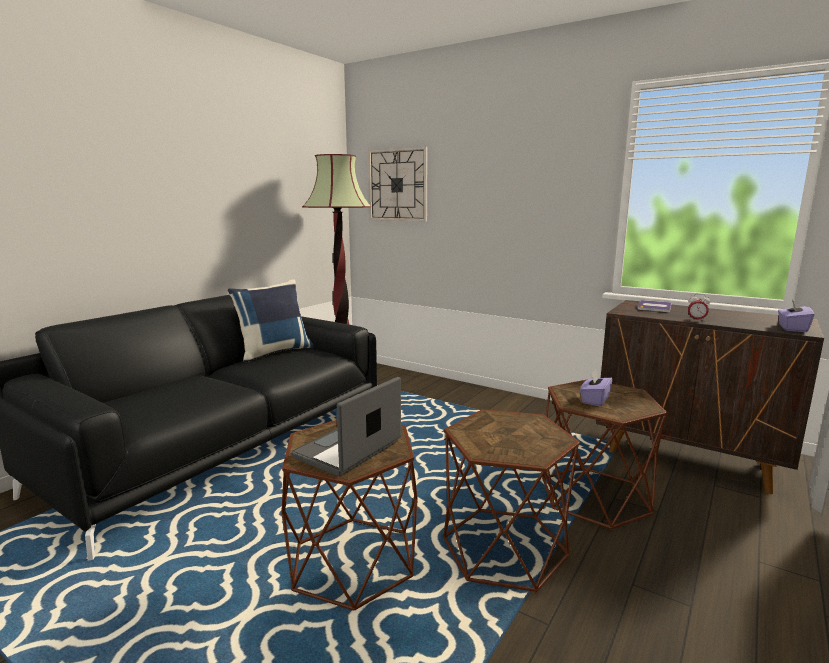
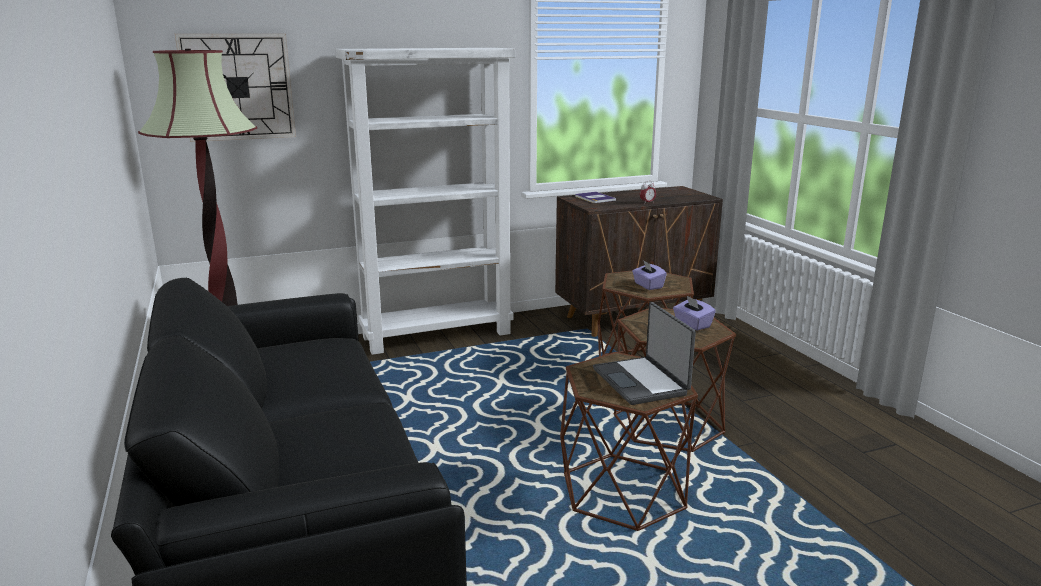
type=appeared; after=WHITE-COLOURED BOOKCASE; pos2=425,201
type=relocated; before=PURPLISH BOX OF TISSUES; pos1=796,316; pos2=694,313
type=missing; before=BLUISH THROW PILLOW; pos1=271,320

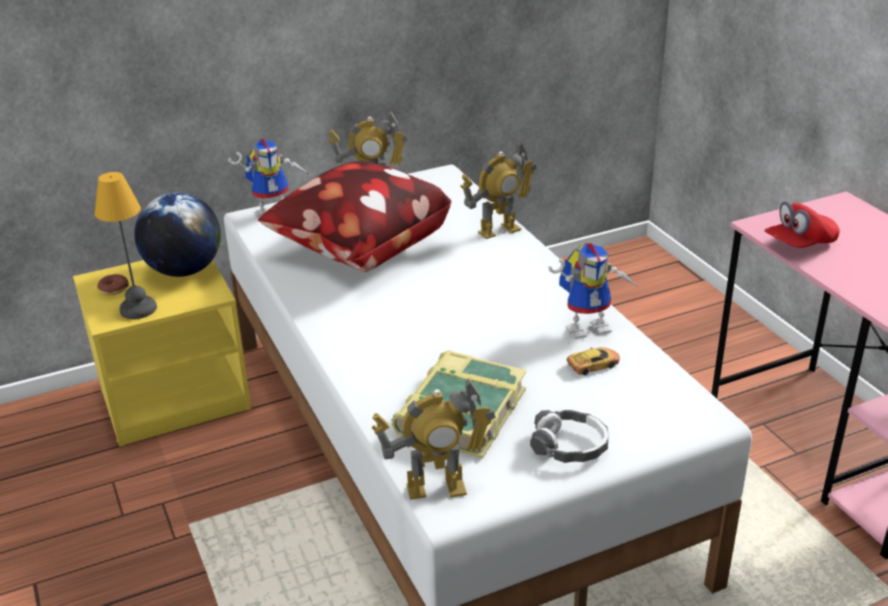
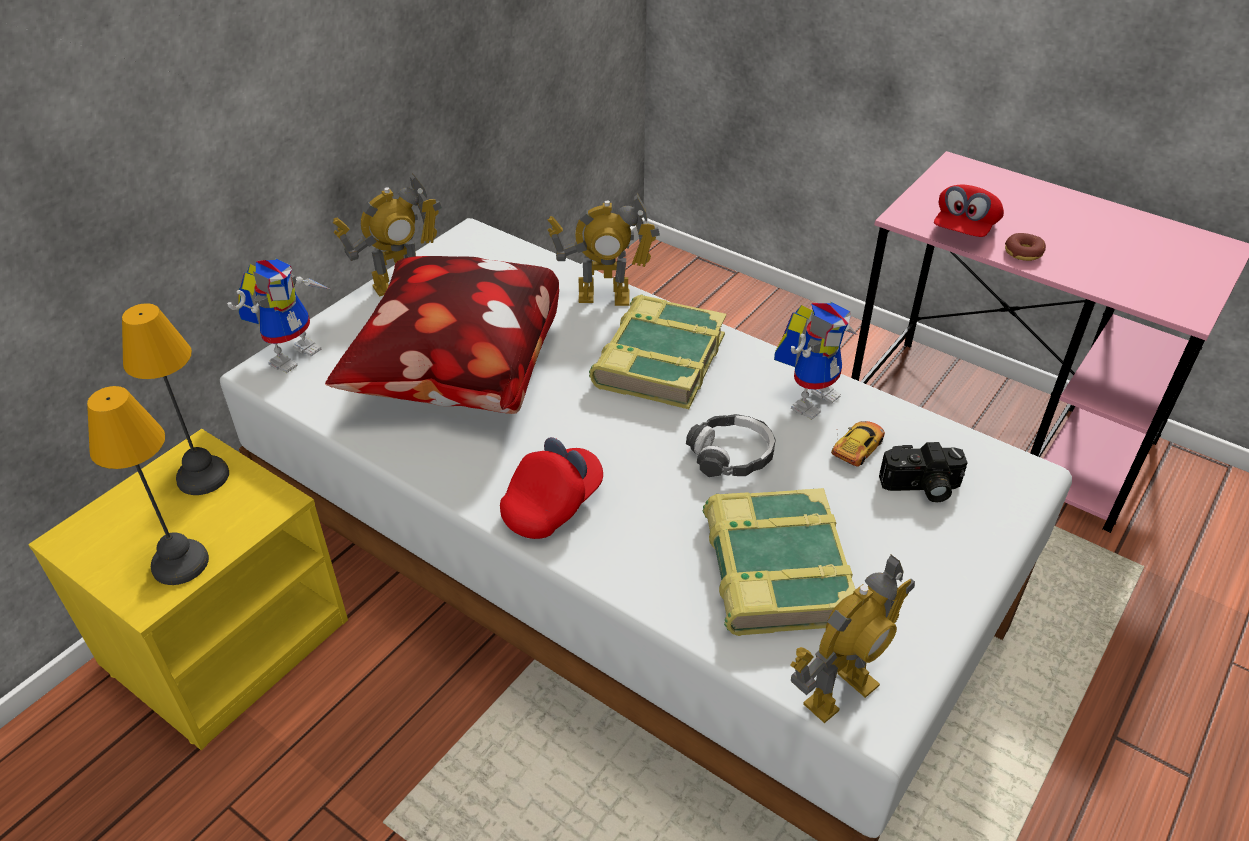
type=exchanged; before=GLOBE; after=LAMP FOR A TABLE; pos1=177,235; pos2=175,399
type=appeared; after=RED CAP; pos2=551,488
type=spun; before=MODEL ROBOT; pos1=498,190; pos2=604,249; turn=60
type=appeared; after=BOOK; pos2=658,352
type=relocated; before=HEADPHONES; pos1=569,436; pos2=731,445
type=appeared; after=PHOTO CAMERA; pos2=923,472
type=relocated; before=DOUGHNUT; pos1=113,284; pos2=1025,247

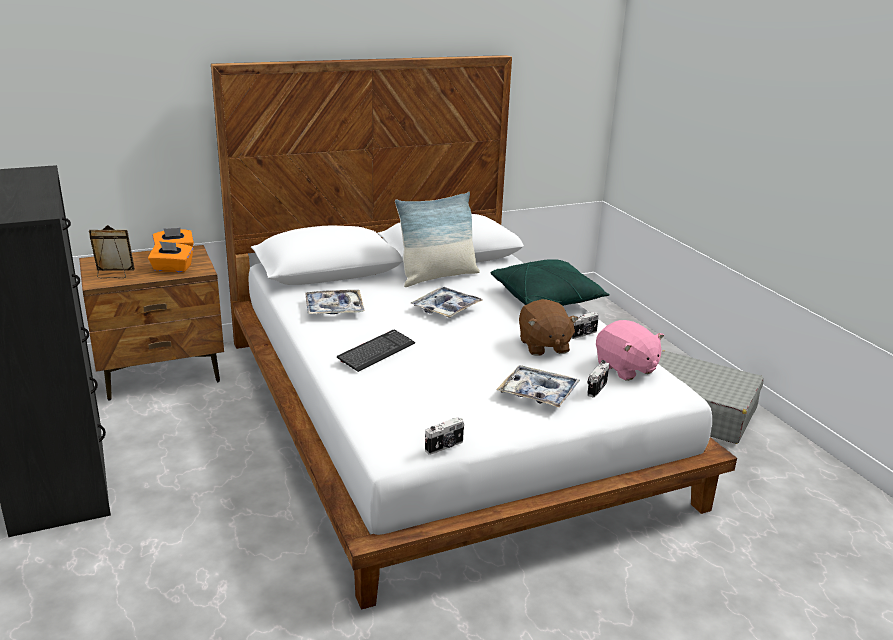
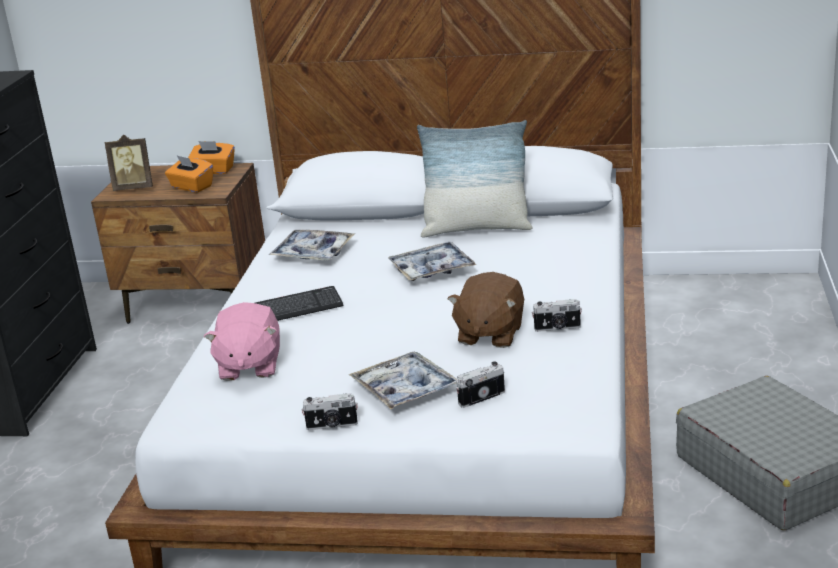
type=spun; before=PHOTO FRAME; pos1=112,251; pos2=129,163; turn=150
type=relocated; before=PINK-COLOURED CUDDLY TOY; pos1=630,350; pos2=242,341
type=relocated; before=PHOTO CAMERA; pos1=444,436; pos2=330,411
type=missing; before=GREENISH THROW PILLOW; pos1=550,282

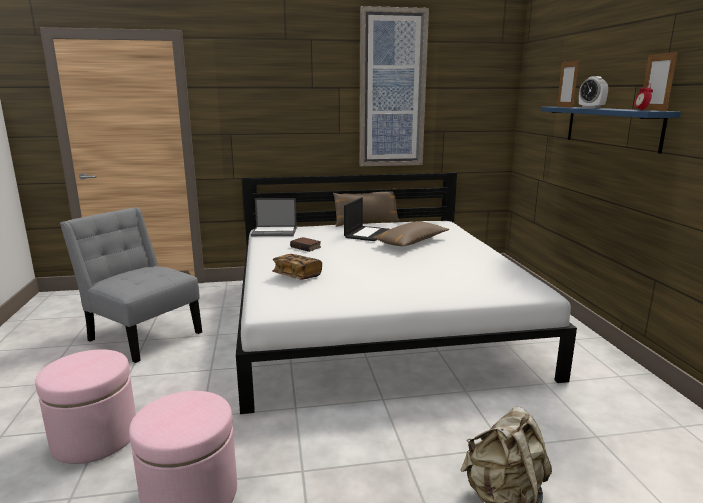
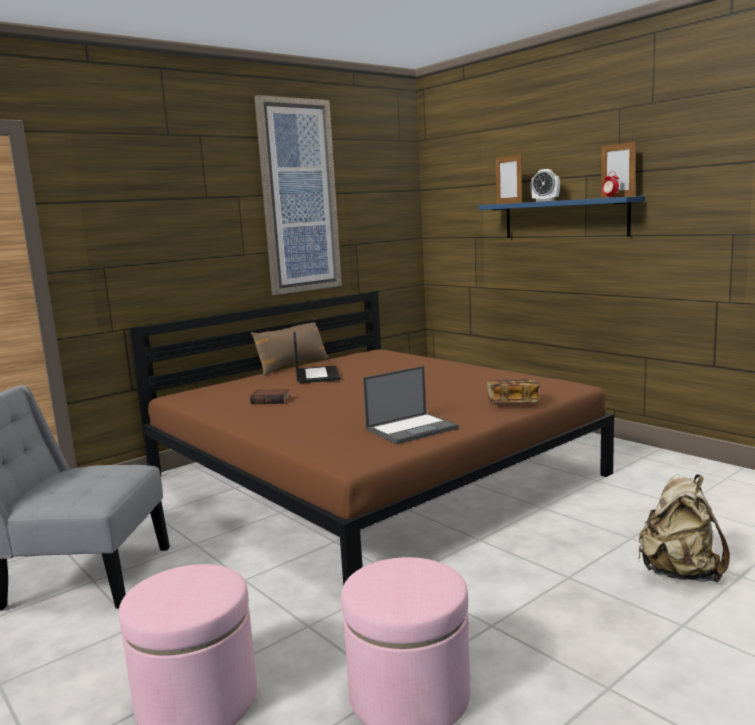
type=colour; before=WHITE-COLOURED SLEEPING BED; after=BROWN-COLOURED SLEEPING BED; pos1=406,293; pos2=371,438
type=relocated; before=PORTABLE COMPUTER; pos1=274,217; pos2=411,405
type=relocated; before=BOOK; pos1=297,267; pos2=513,391
type=missing; before=BROWN-COLOURED THROW PILLOW; pos1=410,233

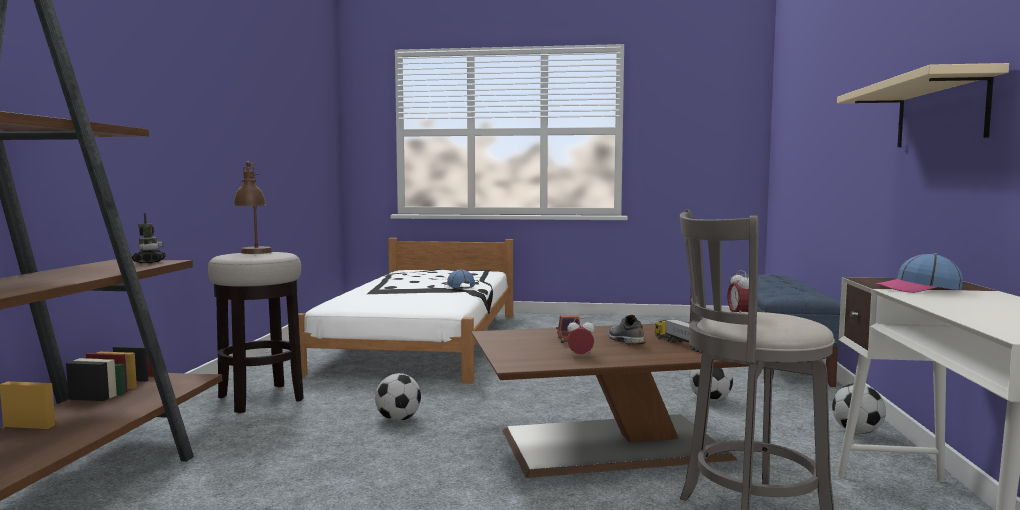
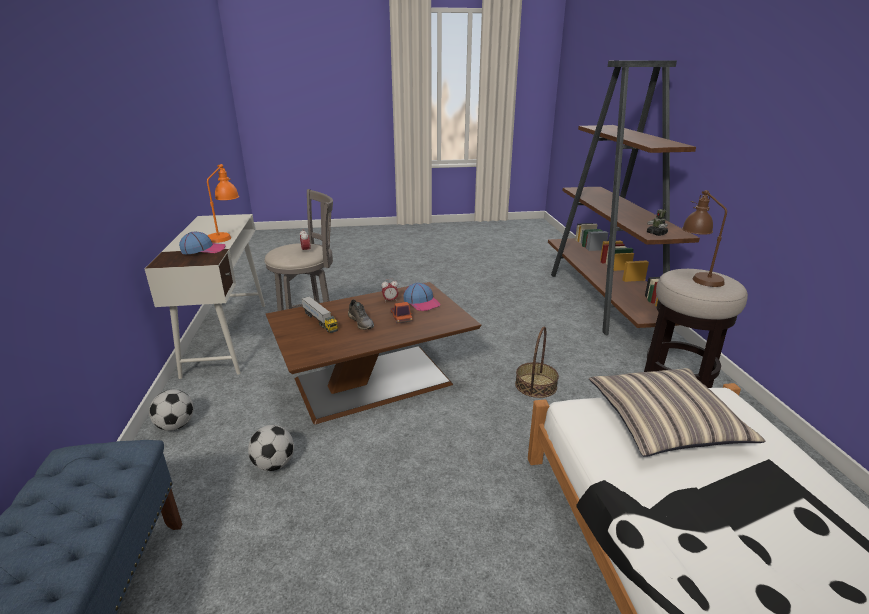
type=appeared; after=ORANGE LAMP FOR A TABLE; pos2=223,203
type=relocated; before=CAP; pos1=459,279; pos2=422,297
type=exchanged; before=BALL FOR FOOTBALL; after=BASKET; pos1=398,397; pos2=537,362
type=appeared; after=THROW PILLOW; pos2=677,412
type=missing; before=BEIGE-COLOURED SHELF; pos1=923,105

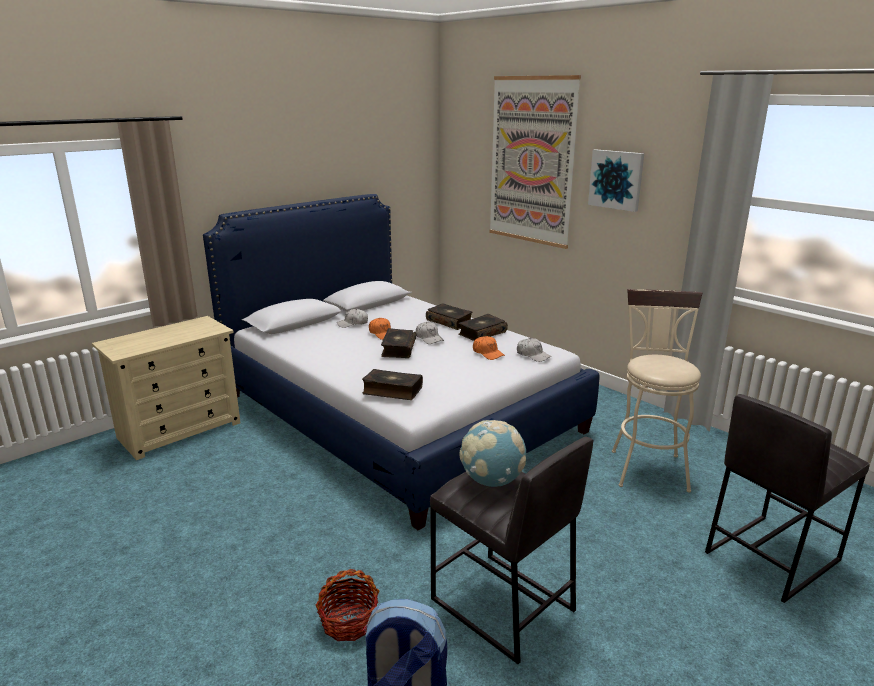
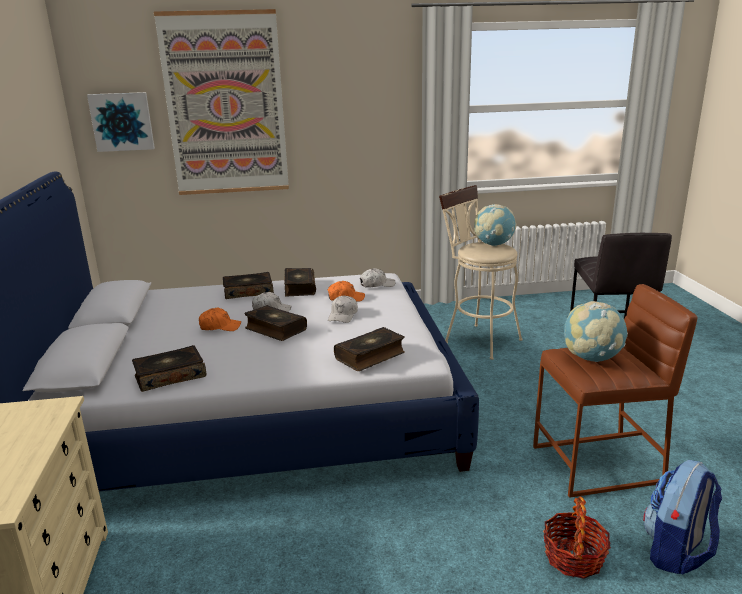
type=relocated; before=WALL PICTURE; pos1=616,180; pos2=121,122
type=appeared; after=BOOK; pos2=169,368
type=relocated; before=WHITE-COLOURED CAP; pos1=352,318; pos2=343,309
type=appeared; after=GLOBE; pos2=495,225
type=colour; before=GREY STOOL SEAT; after=BROWN-COLOURED STOOL SEAT; pos1=511,550; pos2=615,391

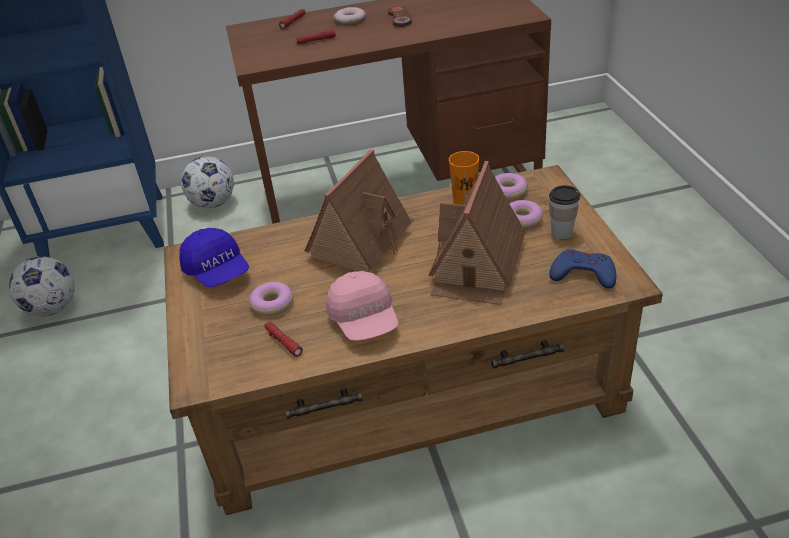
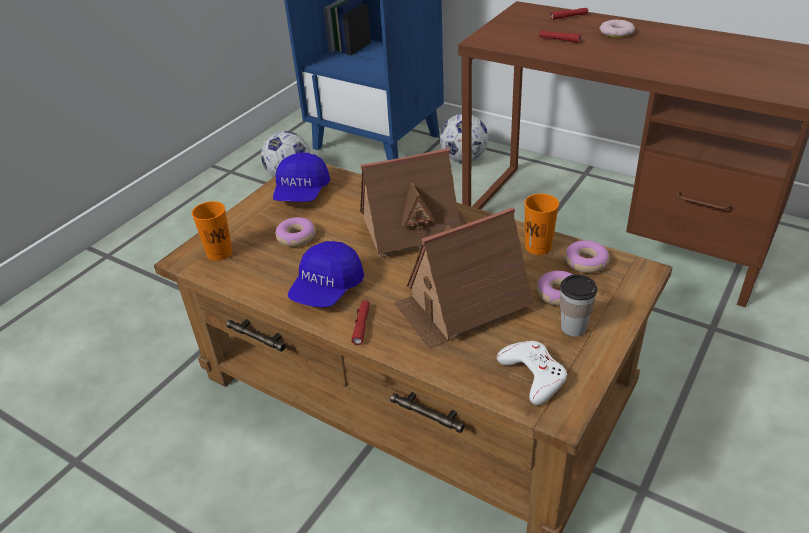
type=appeared; after=ORANGE DRINKING CUP; pos2=212,231
type=colour; before=PINK-COLOURED CAP; after=BLUISH CAP; pos1=362,306; pos2=326,274
type=relocated; before=RED FLASHLIGHT; pos1=284,339; pos2=361,322
type=colour; before=BLUISH GAME CONTROLLER; after=WHITE-COLOURED GAME CONTROLLER; pos1=582,268; pos2=532,373
type=missing; before=BROWN-COLOURED GAME CONTROLLER; pos1=400,16

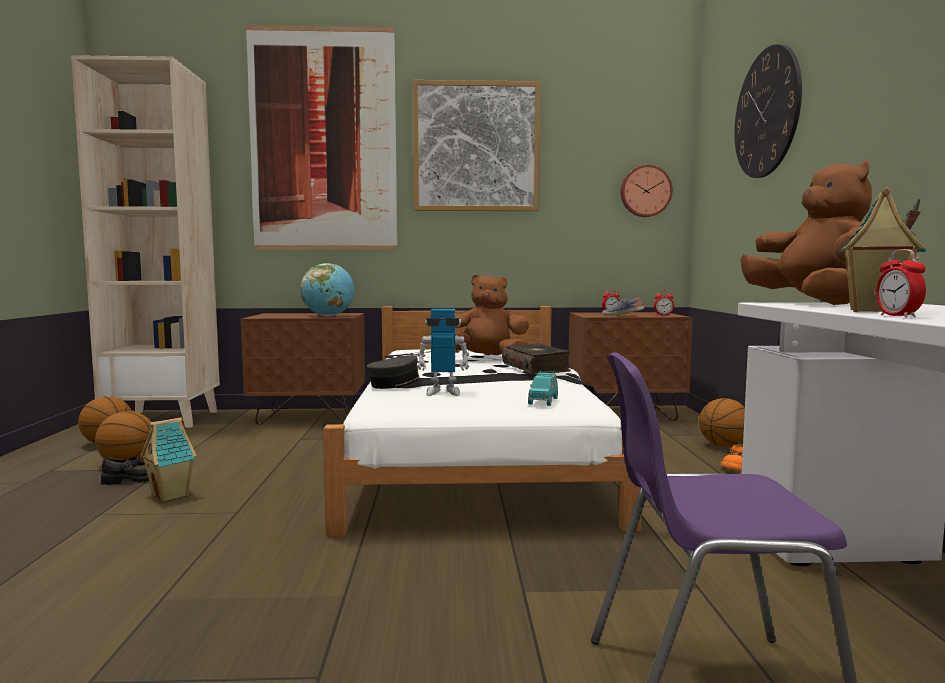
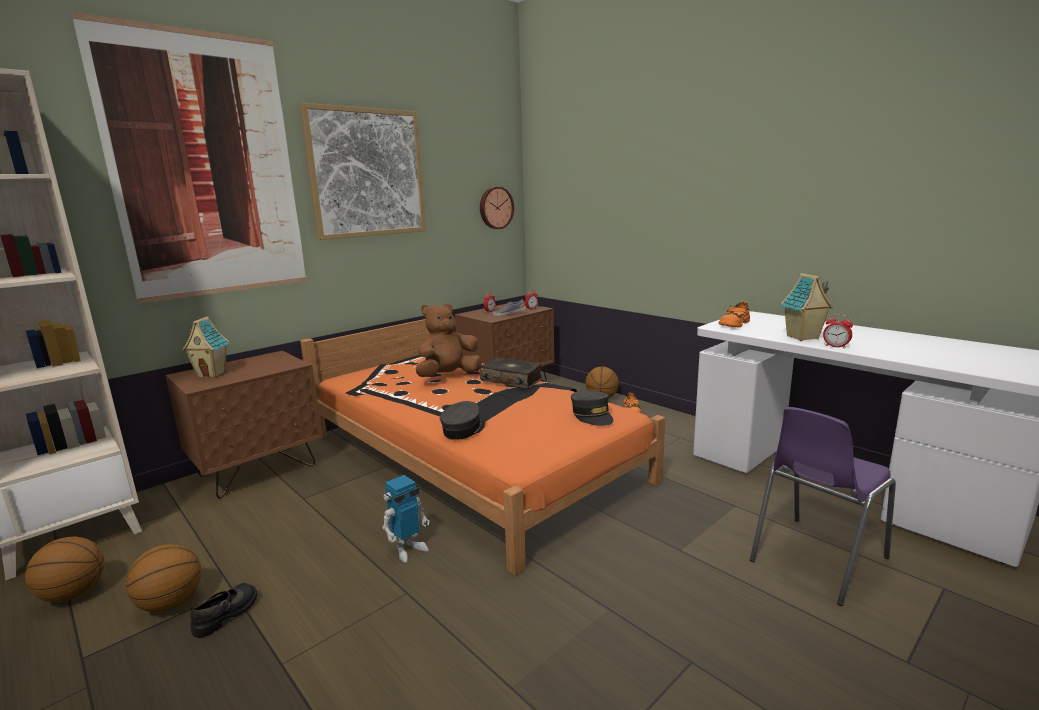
type=relocated; before=MODEL HOUSE; pos1=168,459; pos2=206,347
type=colour; before=WHITE-COLOURED SLEEPING BED; after=ORANGE SLEEPING BED; pos1=482,421; pos2=482,447
type=relocated; before=MODEL ROBOT; pos1=443,352; pos2=406,518
type=exchanged; before=TURQUOISE-COLOURED MINIATURE CAR; after=GREY CAP; pos1=543,388; pos2=592,408
type=exchanged; before=BROWN-COLOURED CUDDLY TOY; after=ORANGE ITEM OF FOOTWEAR; pos1=806,233; pos2=734,314
type=missing; before=GLOBE; pos1=327,290
type=missing; before=CLOCK ON THE WALL; pos1=768,111

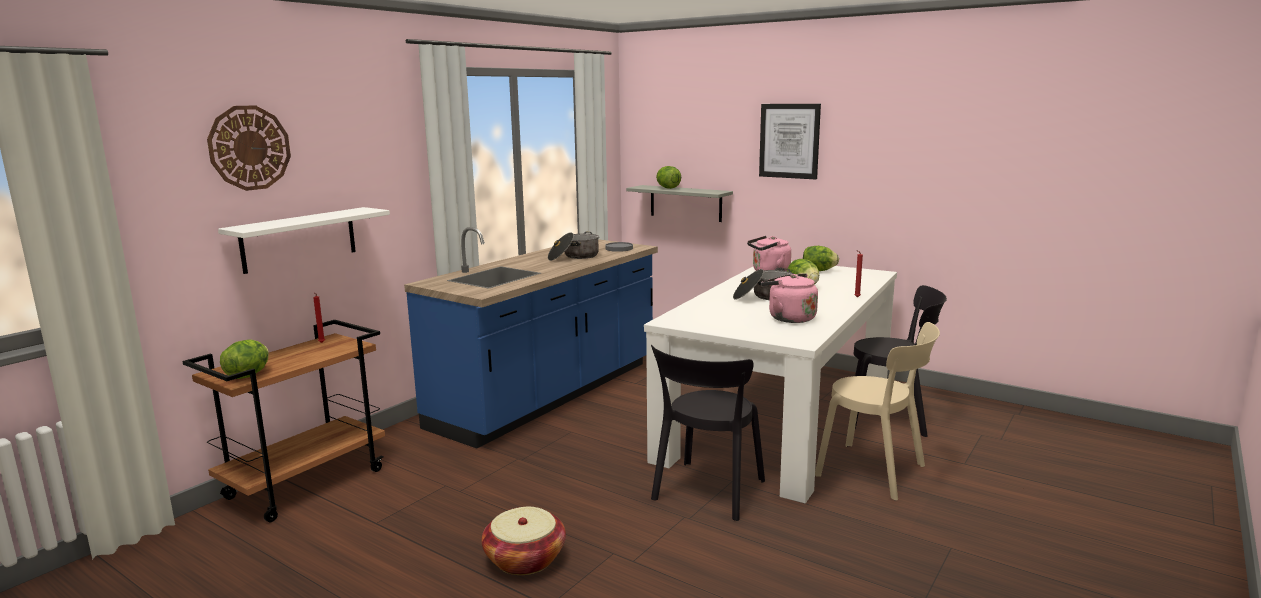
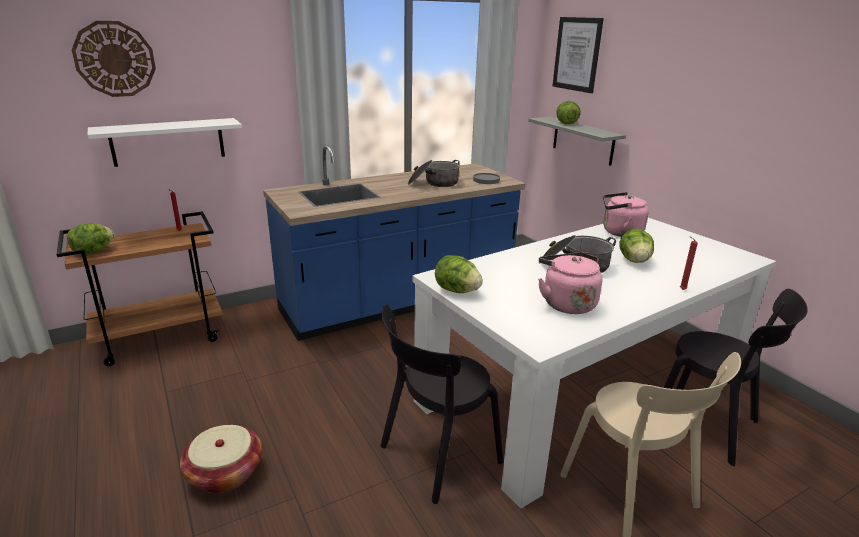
type=relocated; before=LETTUCE HEAD; pos1=821,258; pos2=459,274
type=relocated; before=WALL PICTURE; pos1=790,141; pos2=578,55

